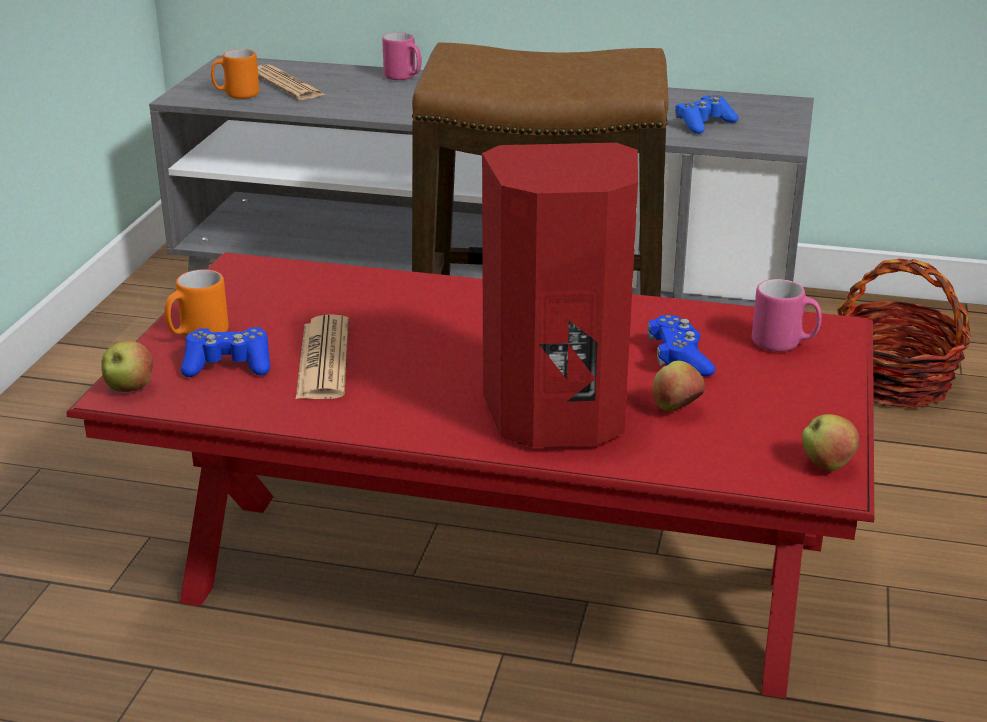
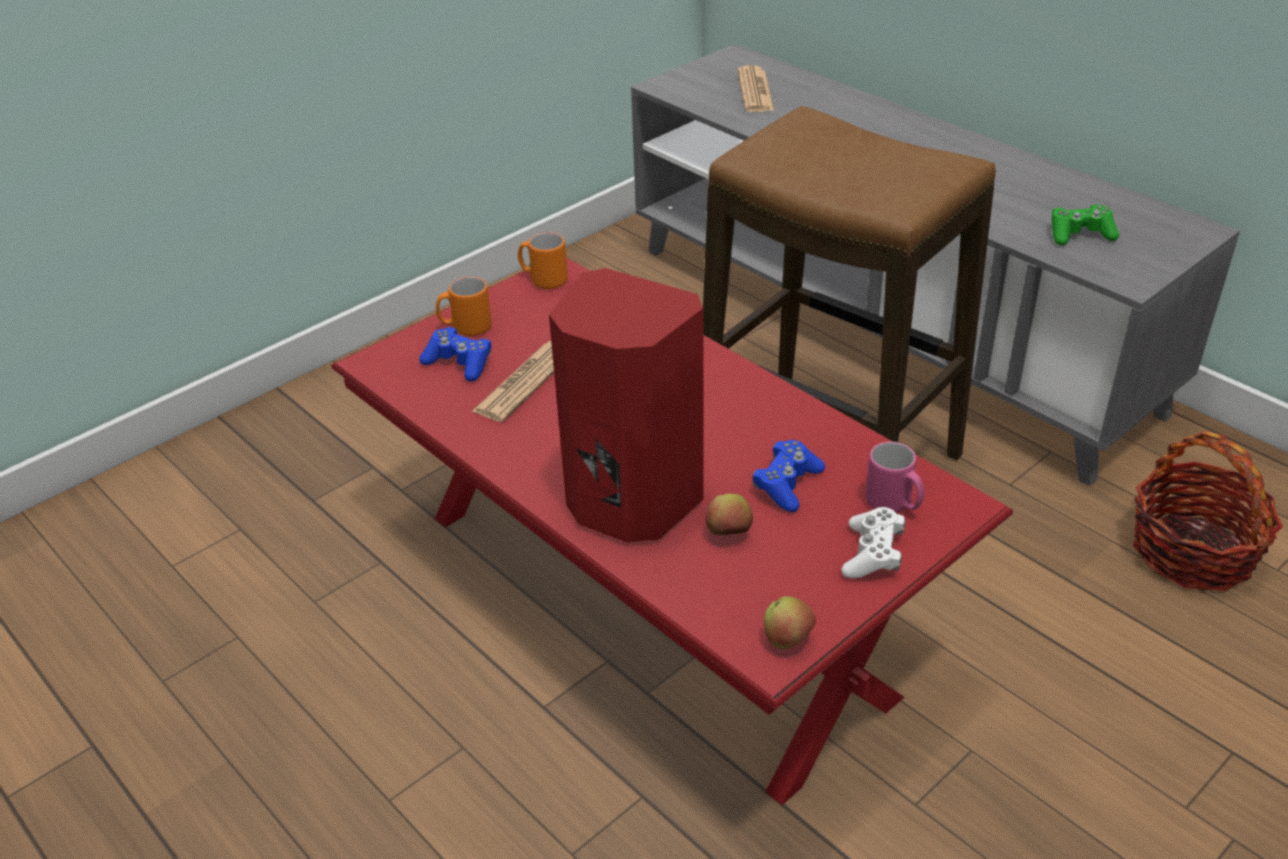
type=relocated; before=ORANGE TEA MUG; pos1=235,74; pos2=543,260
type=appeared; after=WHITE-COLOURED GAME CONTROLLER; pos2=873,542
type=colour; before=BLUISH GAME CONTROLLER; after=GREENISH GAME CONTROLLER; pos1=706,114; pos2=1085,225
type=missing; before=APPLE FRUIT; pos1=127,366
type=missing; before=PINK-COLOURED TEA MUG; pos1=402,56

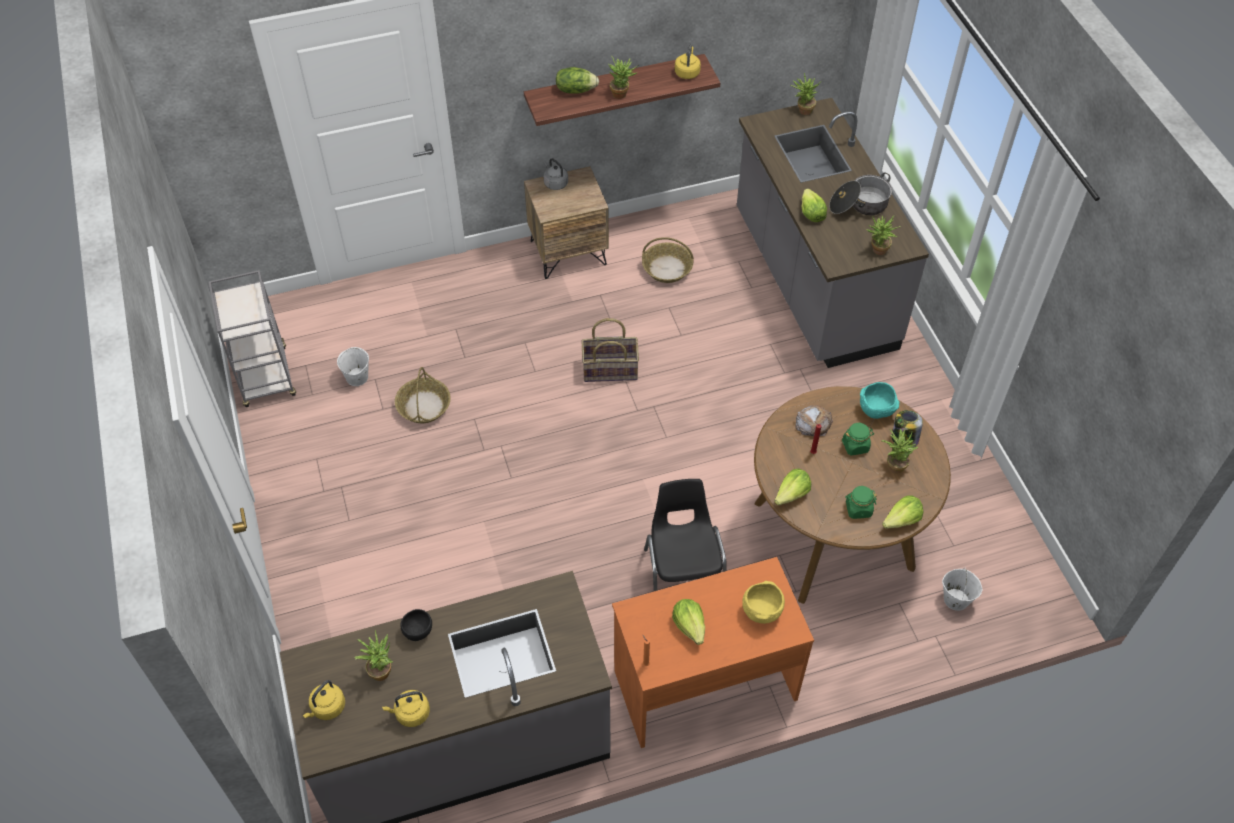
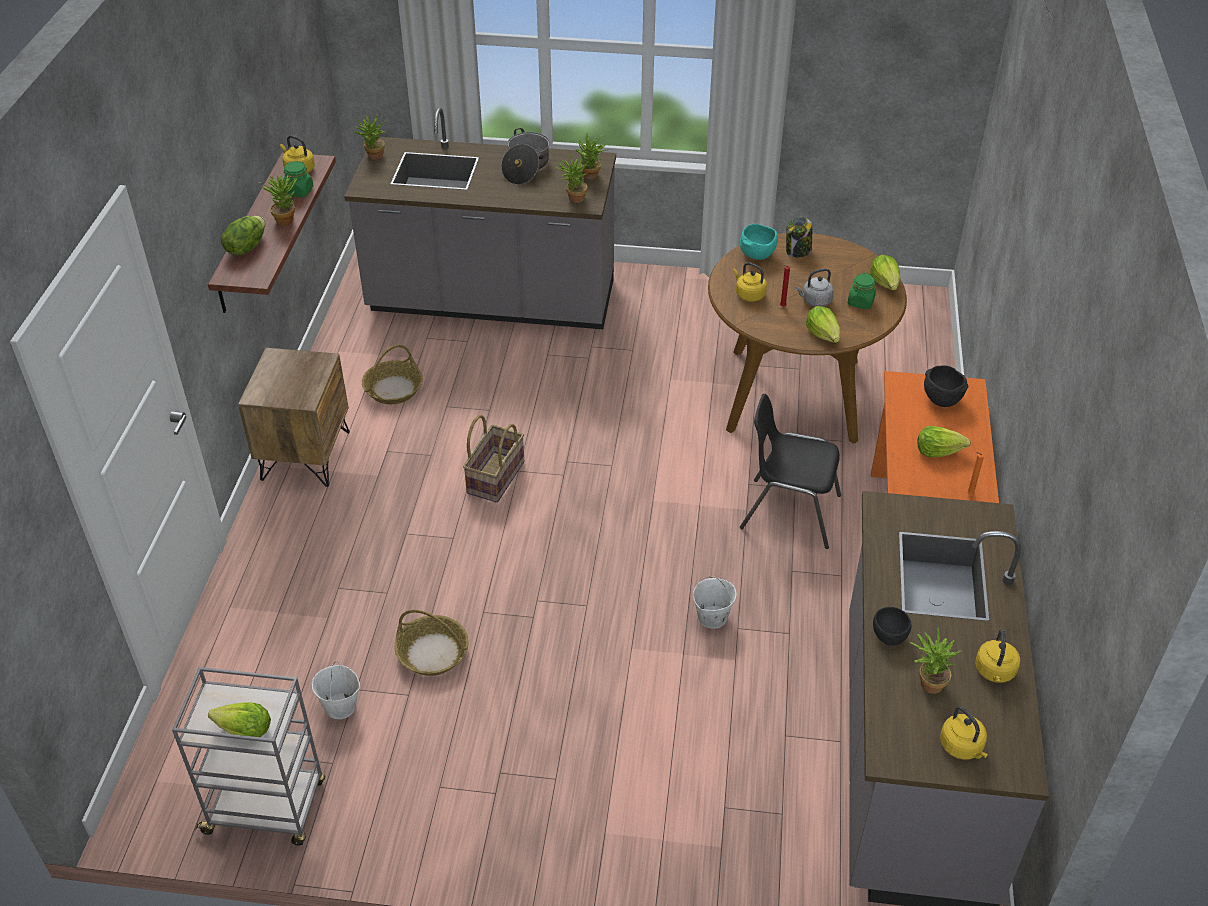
type=relocated; before=LETTUCE HEAD; pos1=814,205; pos2=239,719
type=relocated; before=GREENISH PRESERVE JAR; pos1=858,439; pos2=298,179
type=relocated; before=HOUSEPLANT; pos1=899,451; pos2=572,178
type=relocated; before=WHITE-COLOURED BUCKET; pos1=962,589; pos2=714,603
type=exchanged; before=BAKED BREAD; after=YELLOW WATER KETTLE; pos1=814,420; pos2=750,282
type=relocated; before=GREY WATER KETTLE; pos1=556,174; pos2=814,287
type=colour; before=YELLOW BOWL; after=BLACK-COLOURED BOWL; pos1=763,602; pos2=946,386

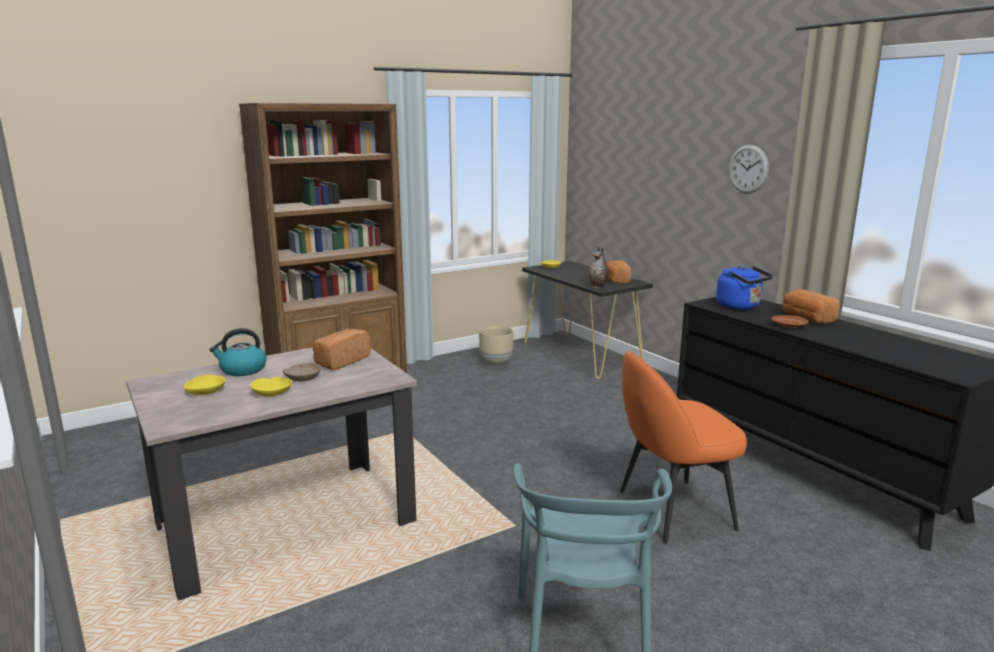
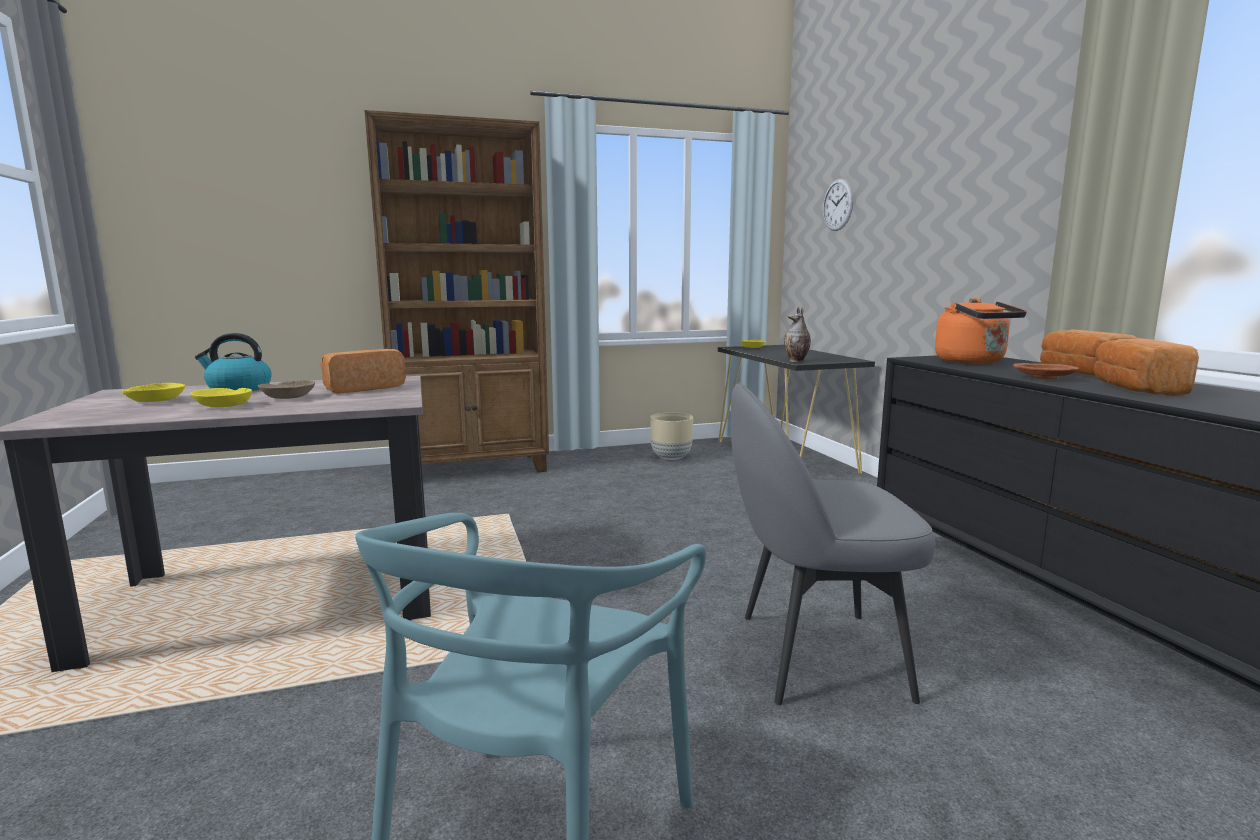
type=colour; before=ORANGE UPRIGHT CHAIR; after=GREY UPRIGHT CHAIR; pos1=683,447; pos2=833,543
type=relocated; before=CLOCK ON THE WALL; pos1=749,169; pos2=838,205
type=colour; before=BLUISH WATER KETTLE; after=ORANGE WATER KETTLE; pos1=744,288; pos2=981,331
type=relocated; before=BAKED BREAD; pos1=618,272; pos2=1146,367

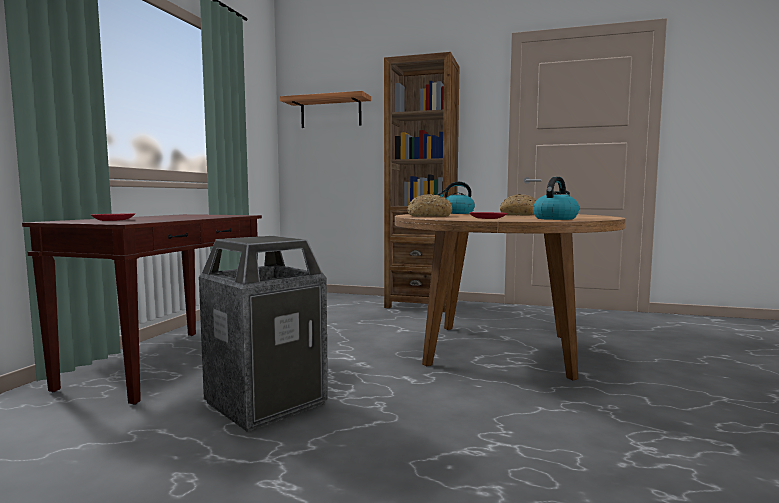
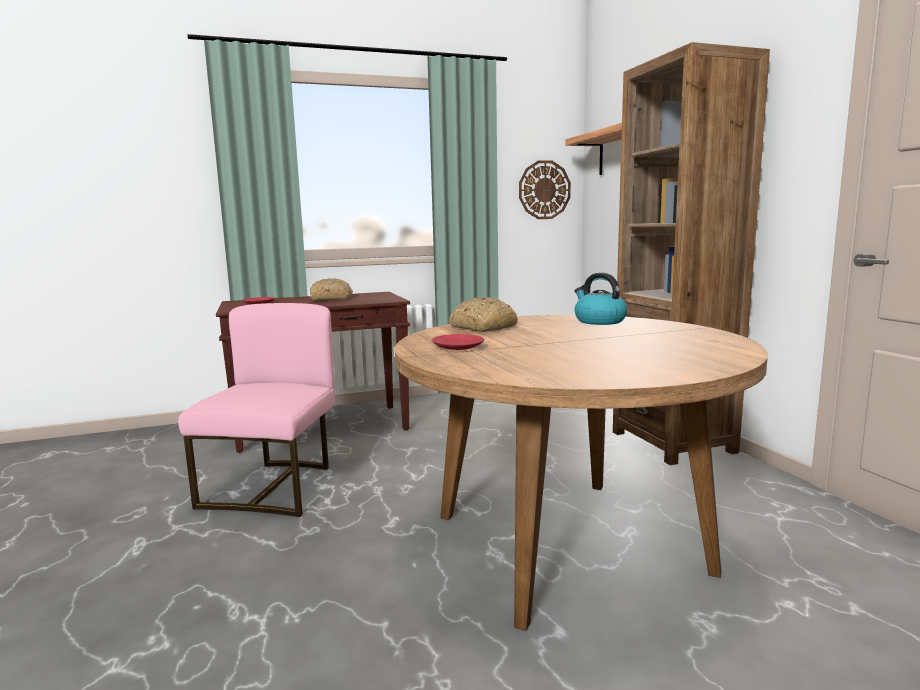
type=exchanged; before=TRASH CAN; after=PINK-COLOURED UPRIGHT CHAIR; pos1=263,334; pos2=256,410
type=relocated; before=BAKED BREAD; pos1=518,205; pos2=331,289
type=appeared; after=CLOCK ON THE WALL; pos2=545,189
type=missing; before=WATER KETTLE; pos1=556,198

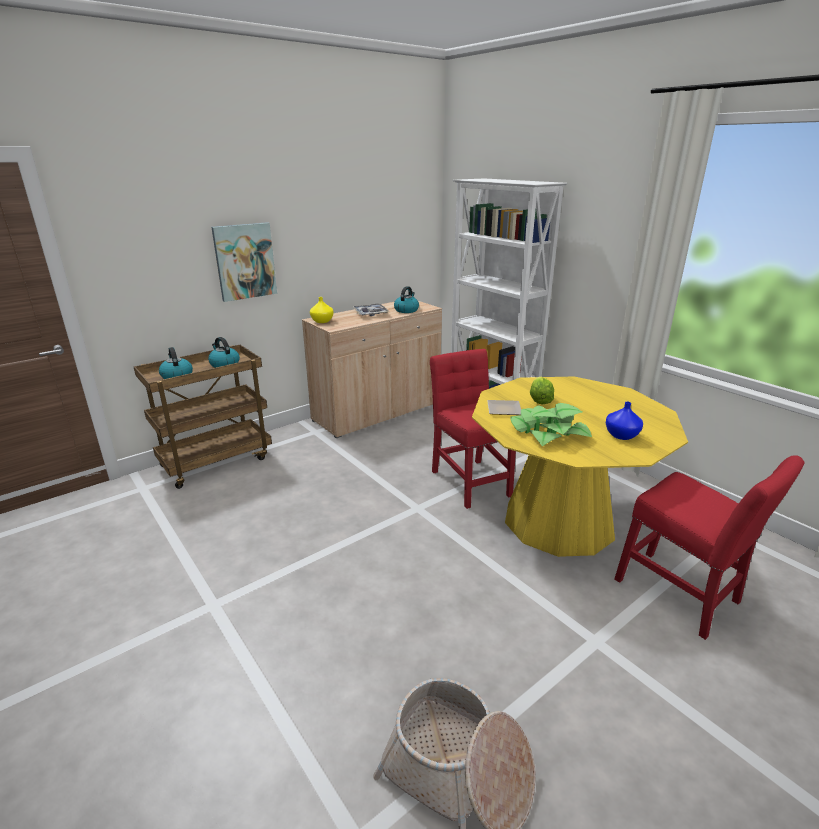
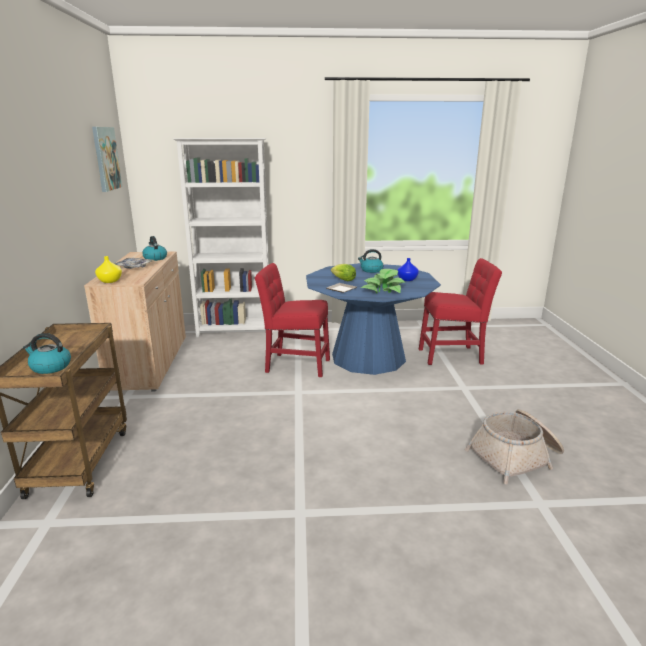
type=relocated; before=WALL PICTURE; pos1=244,262; pos2=107,159
type=colour; before=YELLOW DINNER TABLE; after=BLUISH DINNER TABLE; pos1=580,467; pos2=373,319
type=relocated; before=WATER KETTLE; pos1=224,352; pos2=370,261

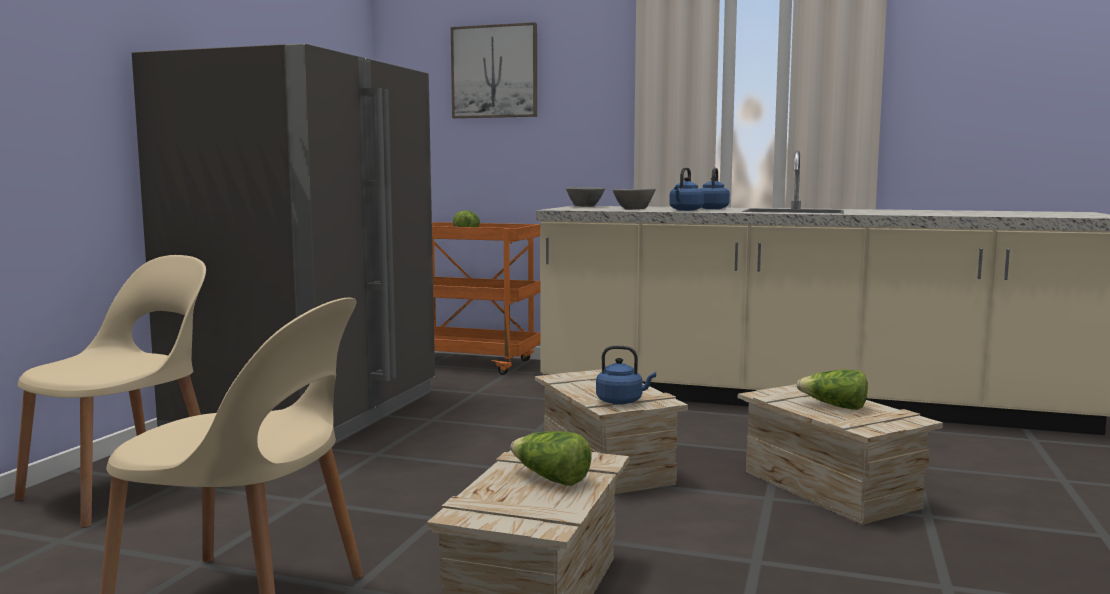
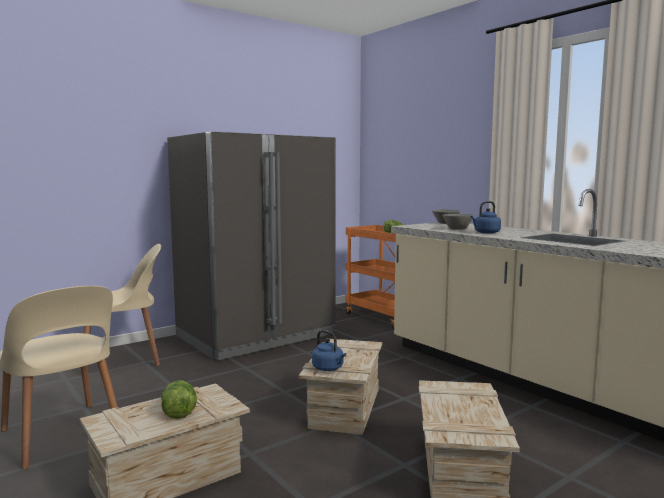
type=missing; before=WALL PICTURE; pos1=494,70
type=missing; before=BLUISH WATER KETTLE; pos1=715,188
type=missing; before=LETTUCE HEAD; pos1=832,390

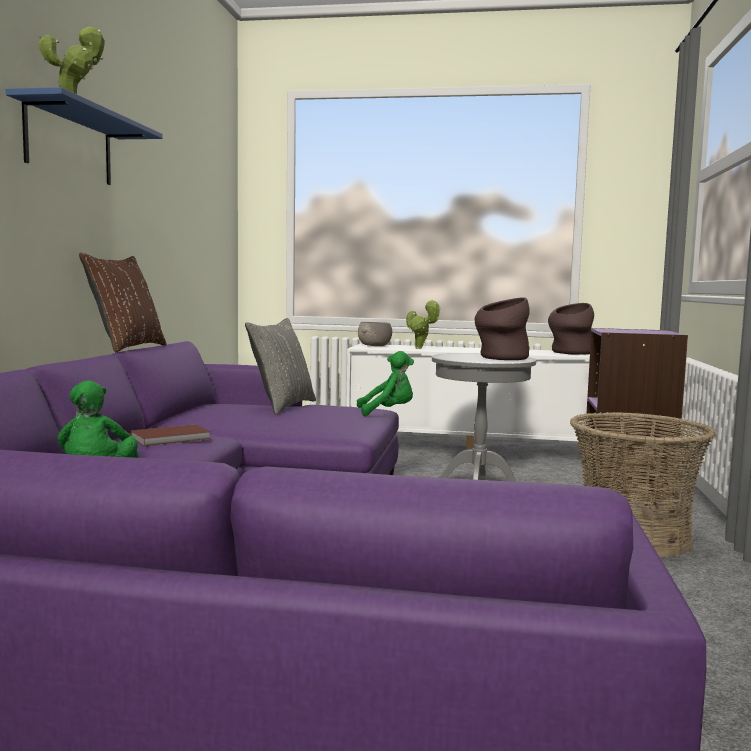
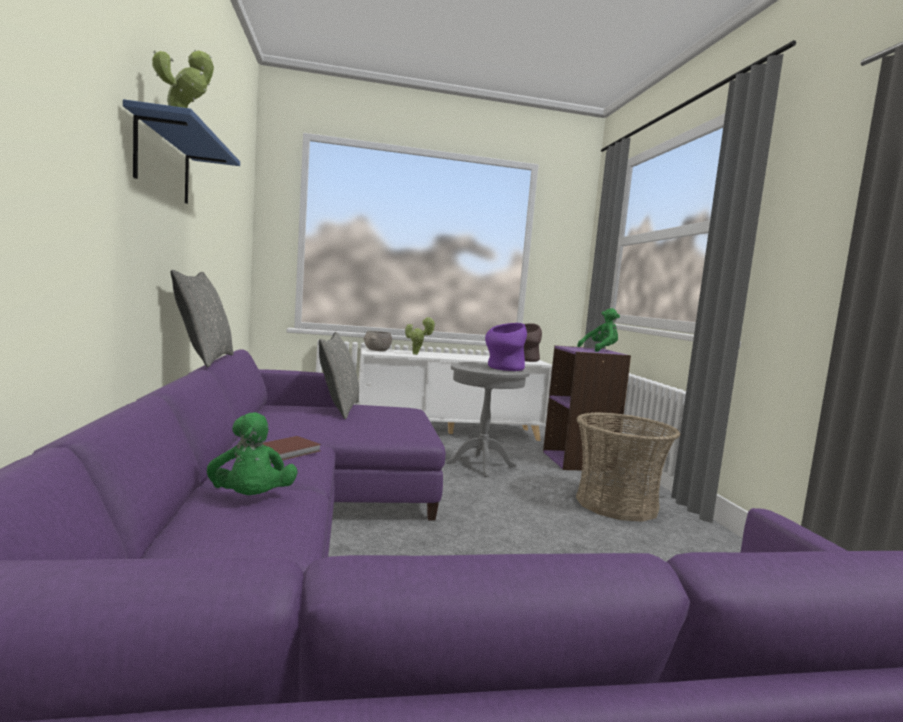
type=colour; before=BROWN-COLOURED THROW PILLOW; after=GREY THROW PILLOW; pos1=123,303; pos2=202,318
type=colour; before=BROWN-COLOURED VASE; after=PURPLISH VASE; pos1=502,328; pos2=506,347
type=relocated; before=GREENISH CUDDLY TOY; pos1=385,383; pos2=598,330

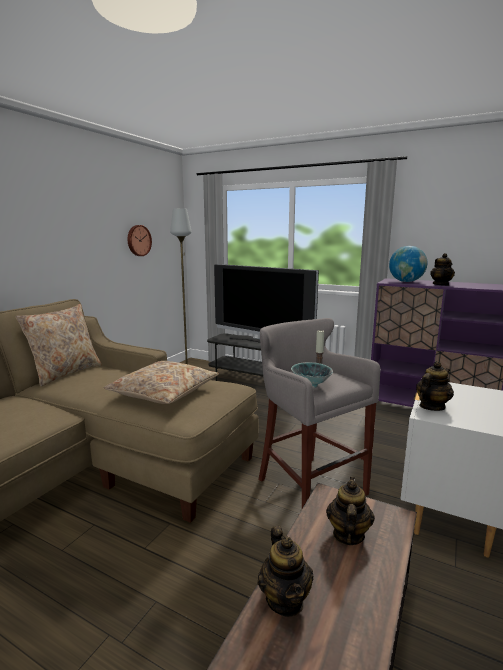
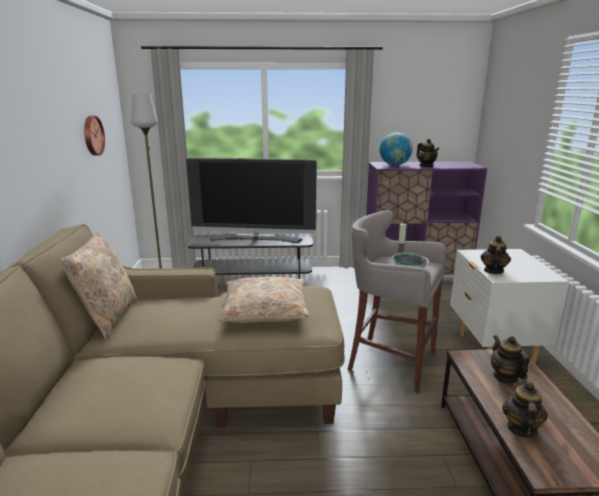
type=spun; before=POT FOR TEA; pos1=285,571; pos2=525,408; turn=-120

